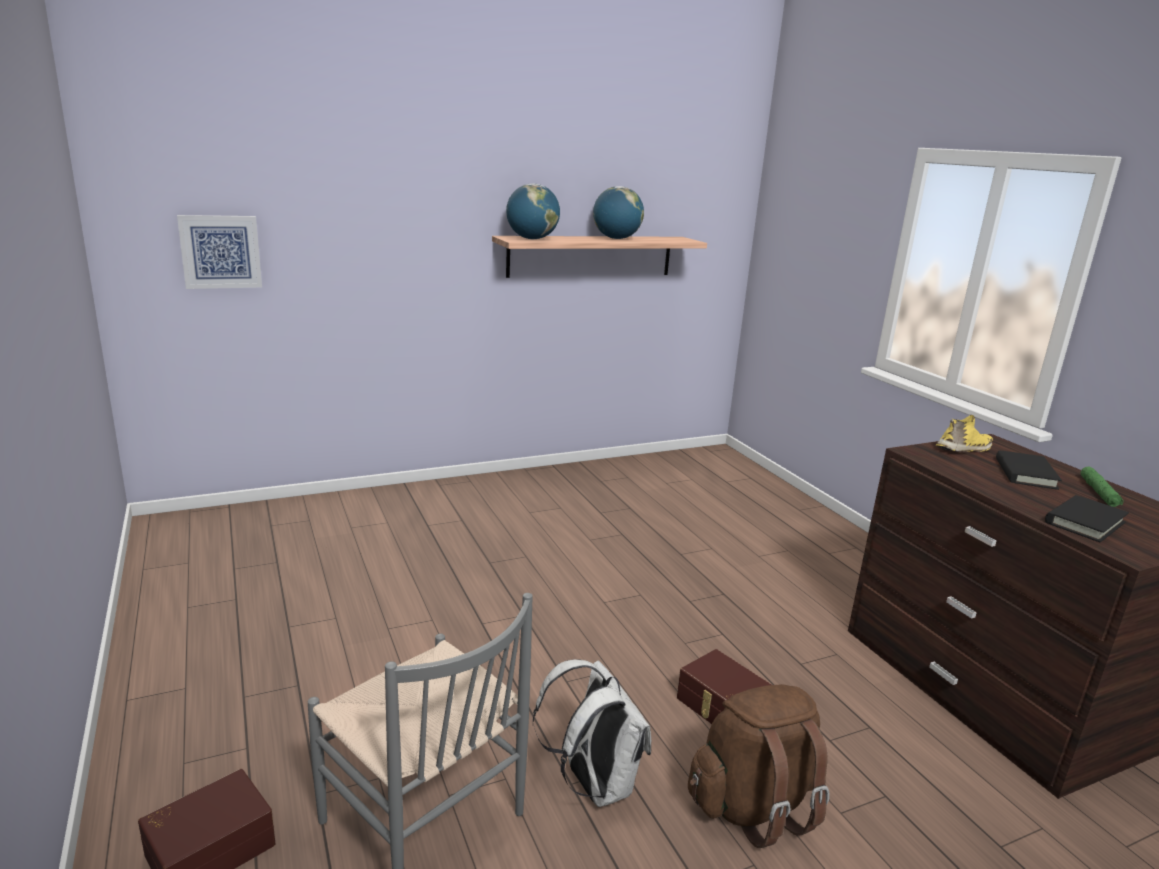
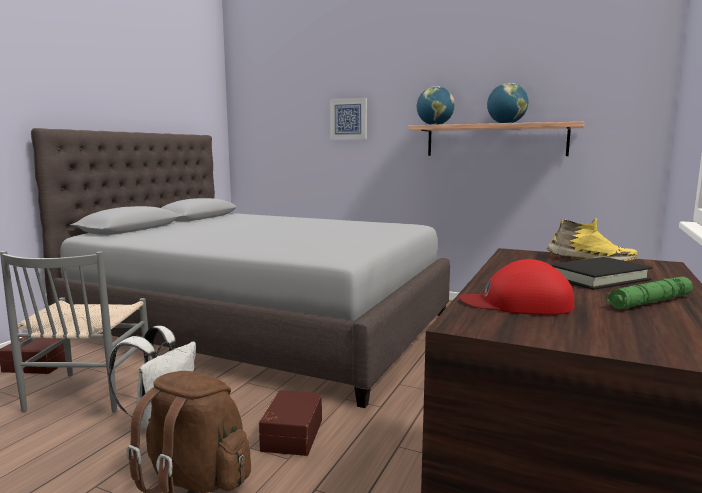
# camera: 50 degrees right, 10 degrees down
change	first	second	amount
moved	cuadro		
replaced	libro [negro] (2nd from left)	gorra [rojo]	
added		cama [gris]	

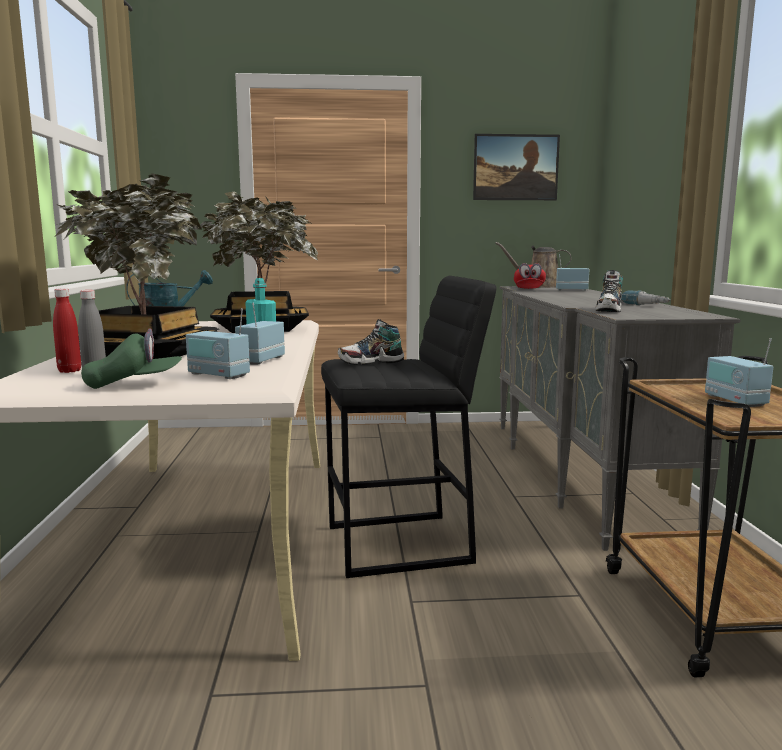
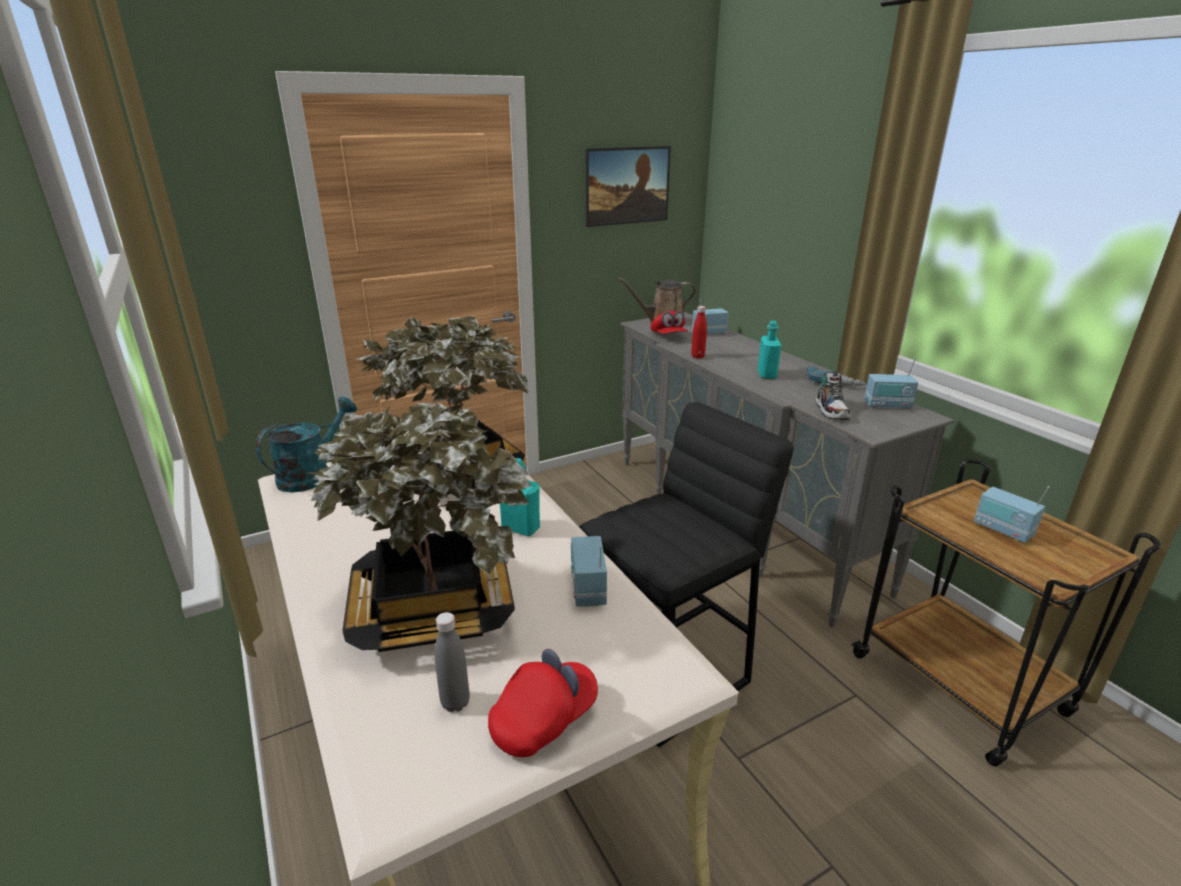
# camera: 25 degrees left, 15 degrees up
change	first	second	amount
moved	botella [rojo]		
recoloured	gorra [verde]	gorra [rojo] (1st from left)	
moved	radio (1st from left in the first image)	radio (3rd from left)	
removed	zapato (1st from left)		
added		botella [turquesa] (2nd from left)	

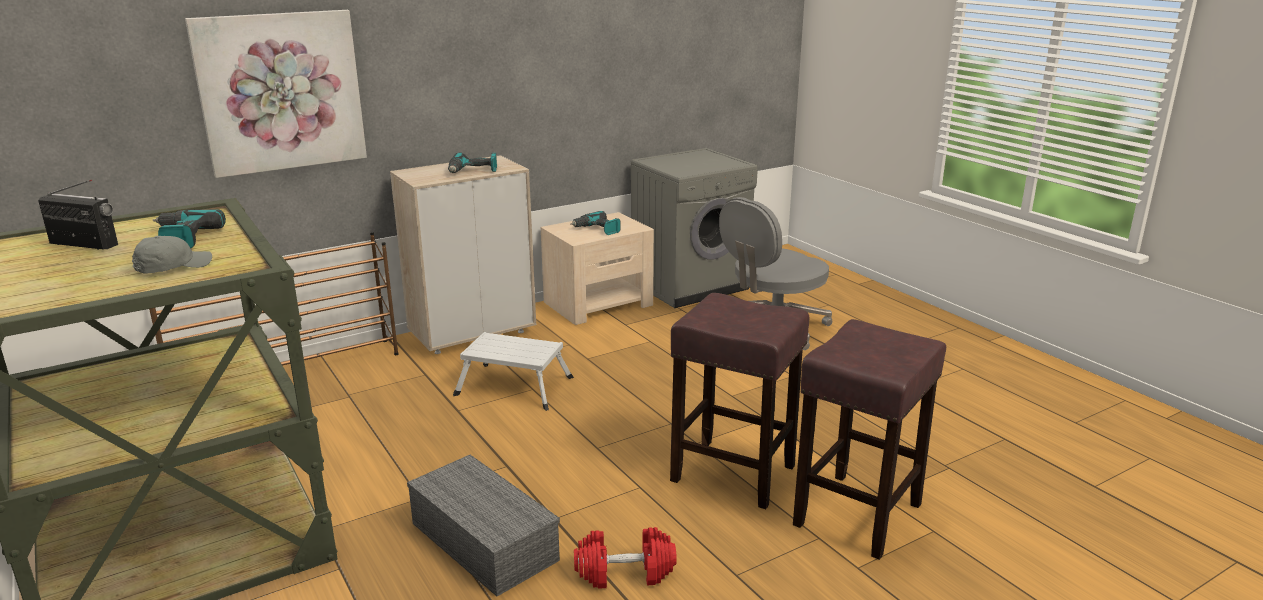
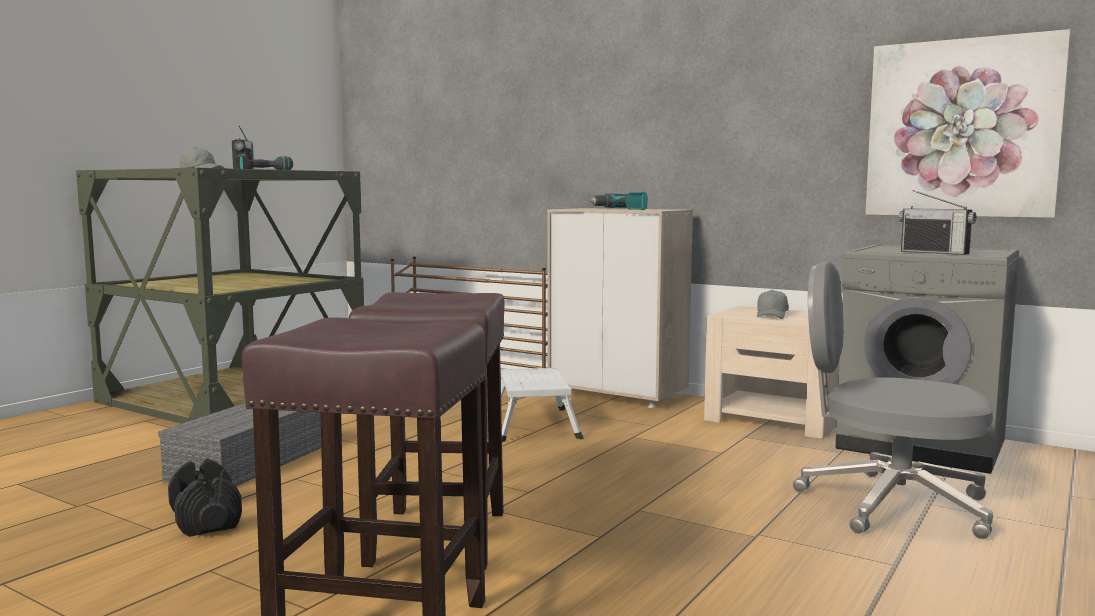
# camera: 65 degrees right, 15 degrees down
change	first	second	amount
moved	cuadro		
replaced	taladro (3rd from left)	gorra [gris] (2nd from left)	
recoloured	mancuerna [rojo]	mancuerna [negro]	
added		radio (2nd from left)	

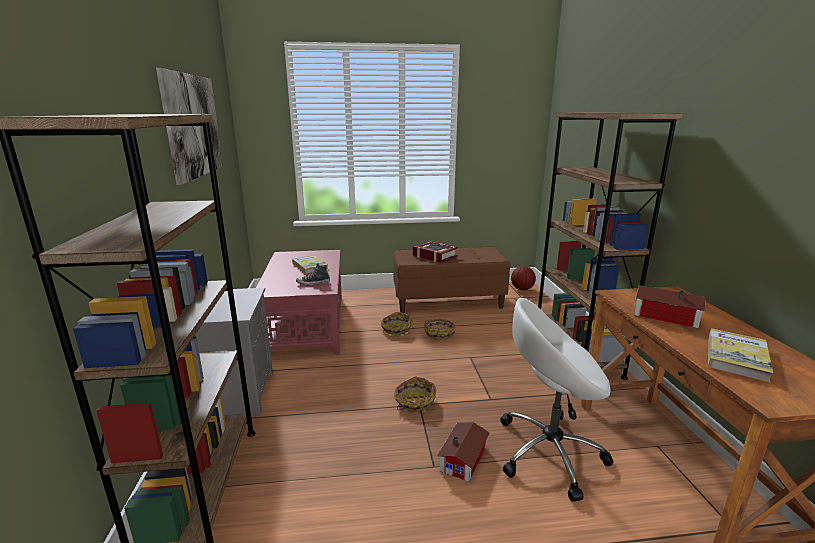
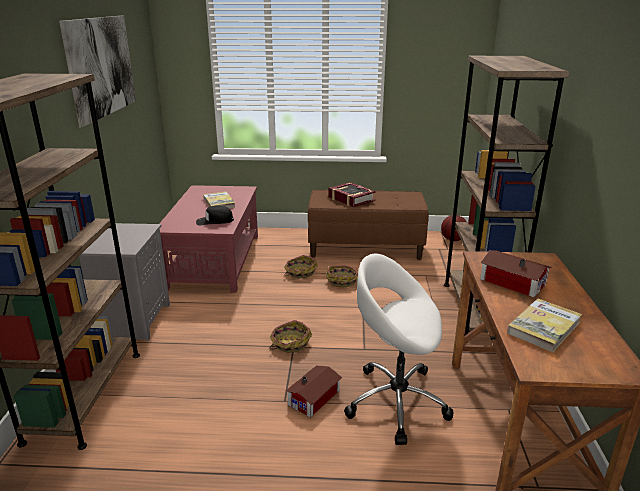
# camera: 10 degrees right, 5 degrees up
change	first	second	amount
replaced	zapato	gorra [negro]	

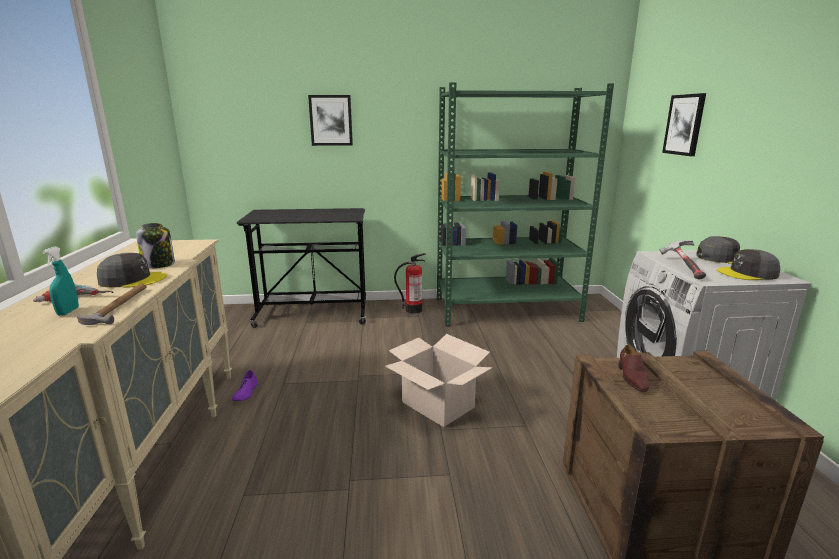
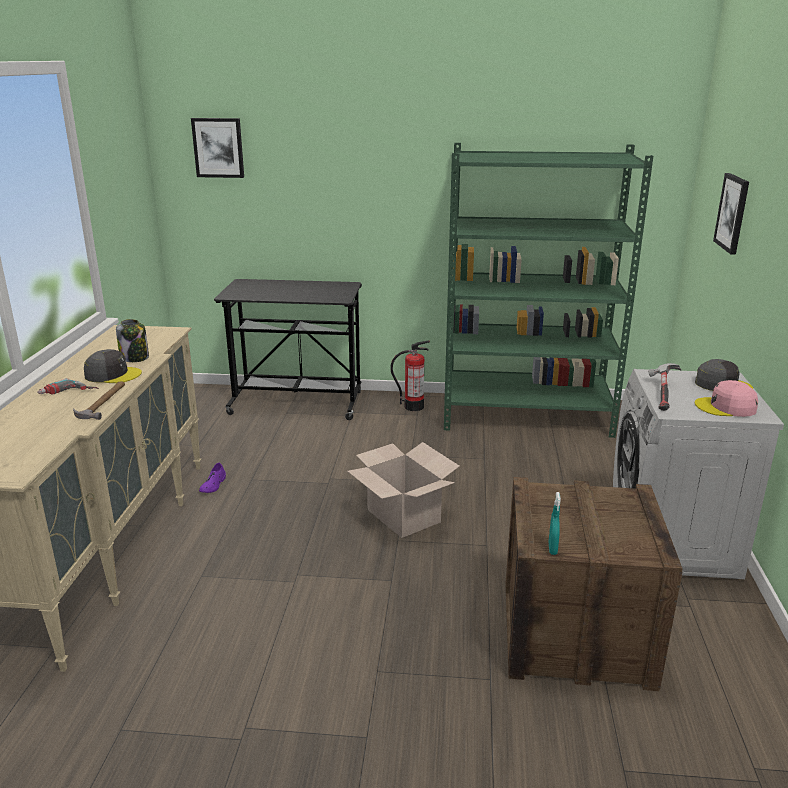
# camera: 10 degrees right, 5 degrees up
change	first	second	amount
moved	pulverizador [turquesa]		
moved	cuadro (1st from left)		
removed	zapato [marrón]		
recoloured	gorra [gris] (3rd from left)	gorra [rosa]	

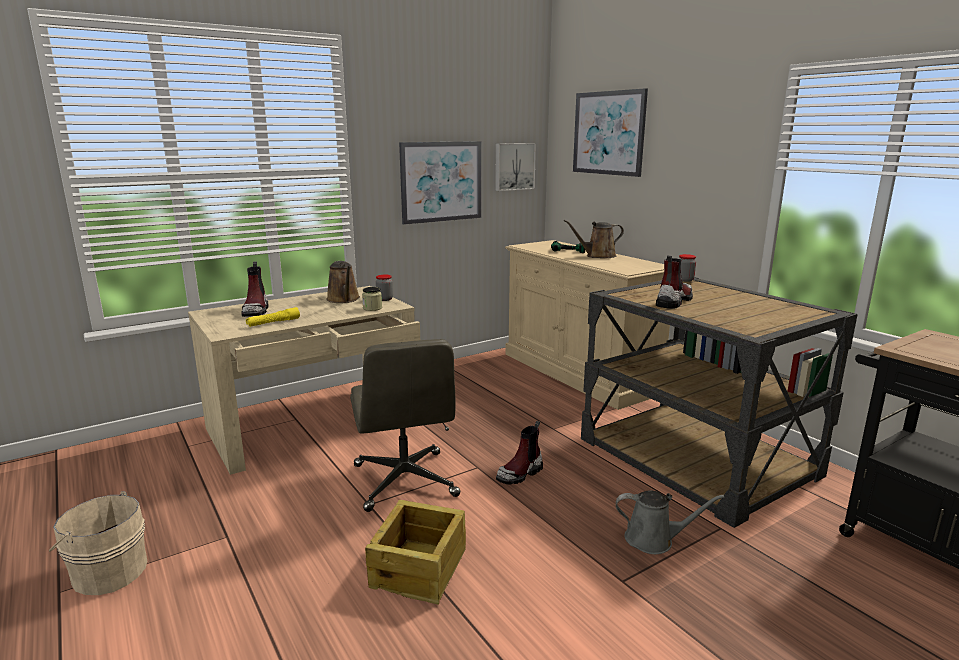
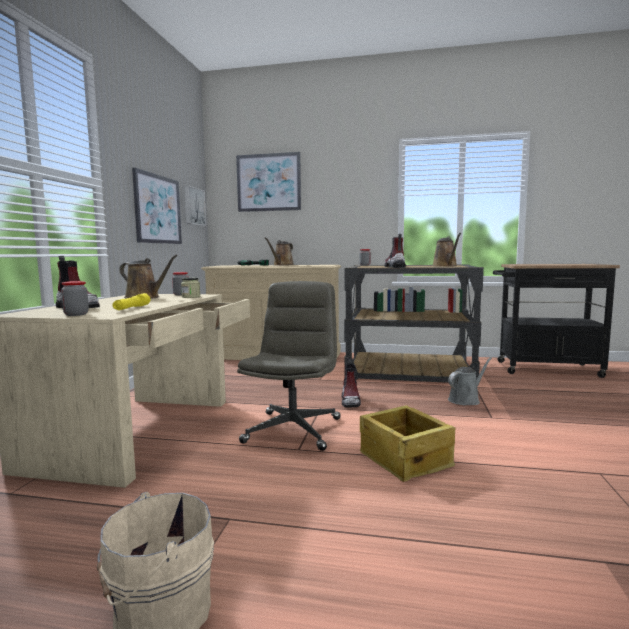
# camera: 45 degrees left, 10 degrees down
change	first	second	amount
turned	silla de oficina [gris]		105 degrees counterclockwise
added		tarro (1st from left)	
added		regadera [marrón] (3rd from left)	

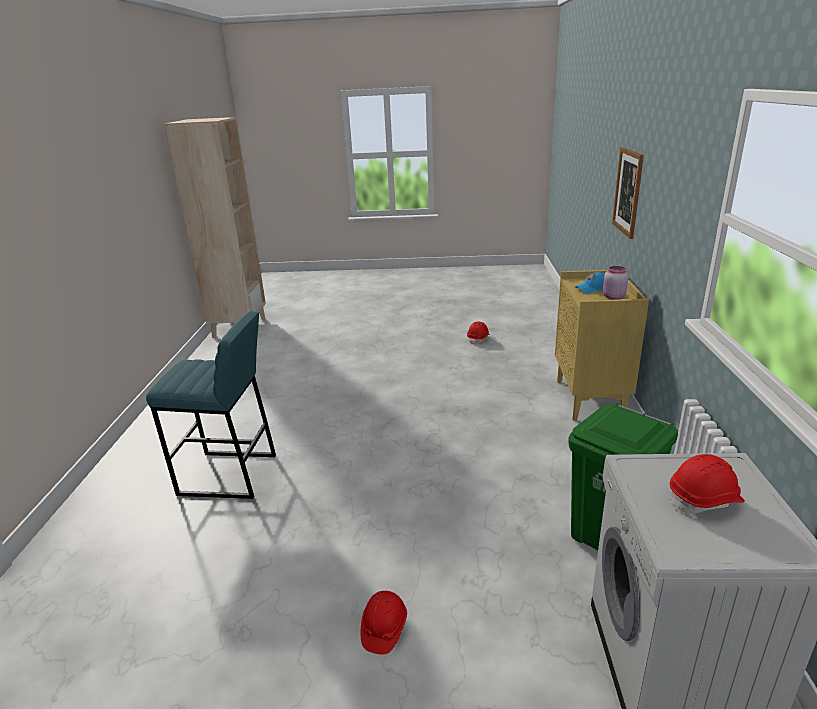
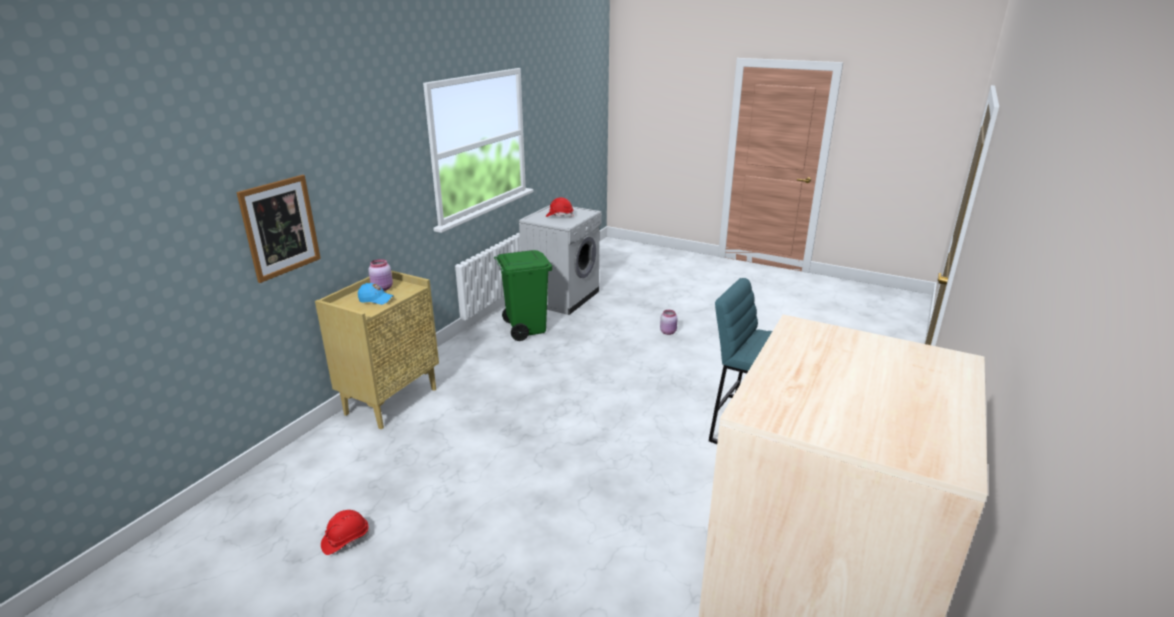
# camera: 155 degrees left, 0 degrees up
change	first	second	amount
replaced	casco [rojo] (1st from left)	tarro [rosa] (2nd from left)	

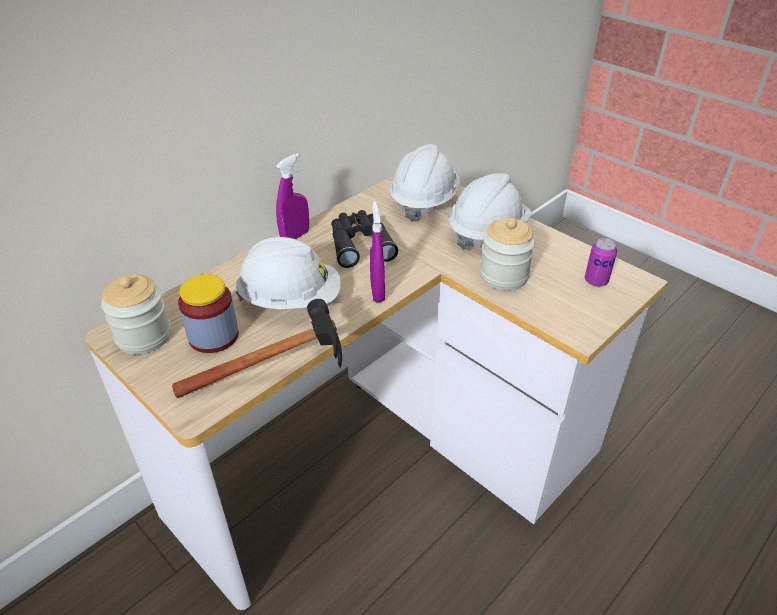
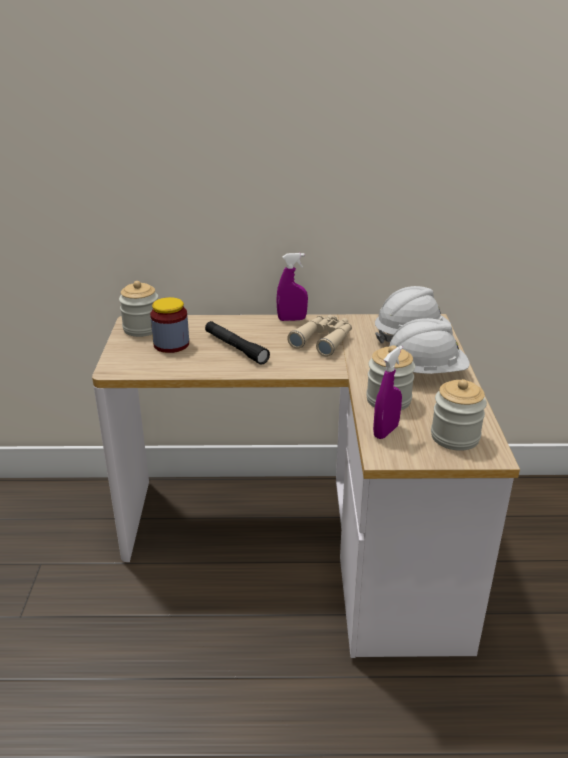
# camera: 45 degrees right, 10 degrees down
change	first	second	amount
removed	martillo		
replaced	casco [blanco] (1st from left)	linterna [negro]	
recoloured	prismáticos [negro]	prismáticos [beis]	
moved	pulverizador [morado] (2nd from left)		
replaced	lata	tarro (4th from left)	

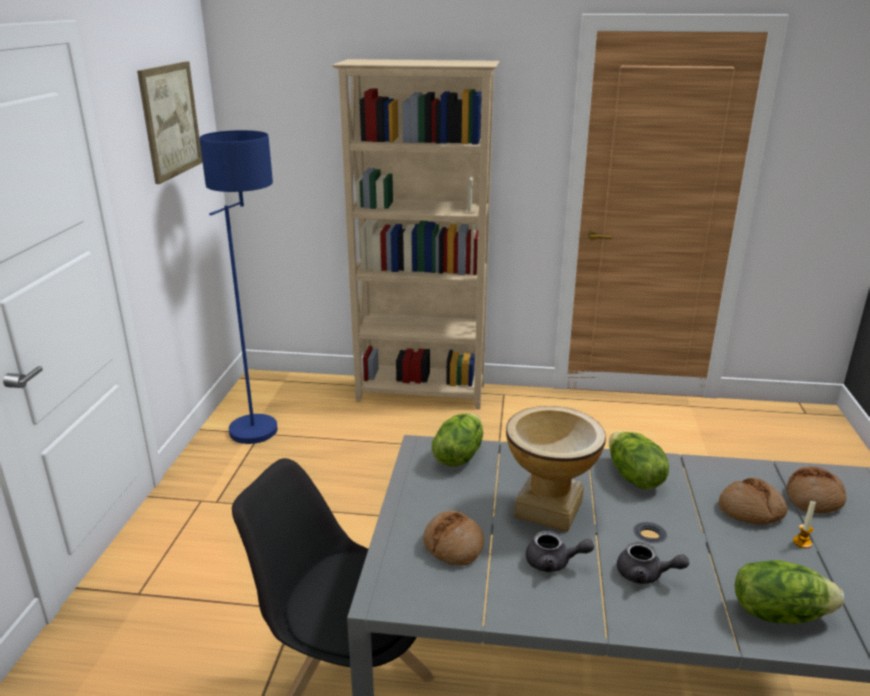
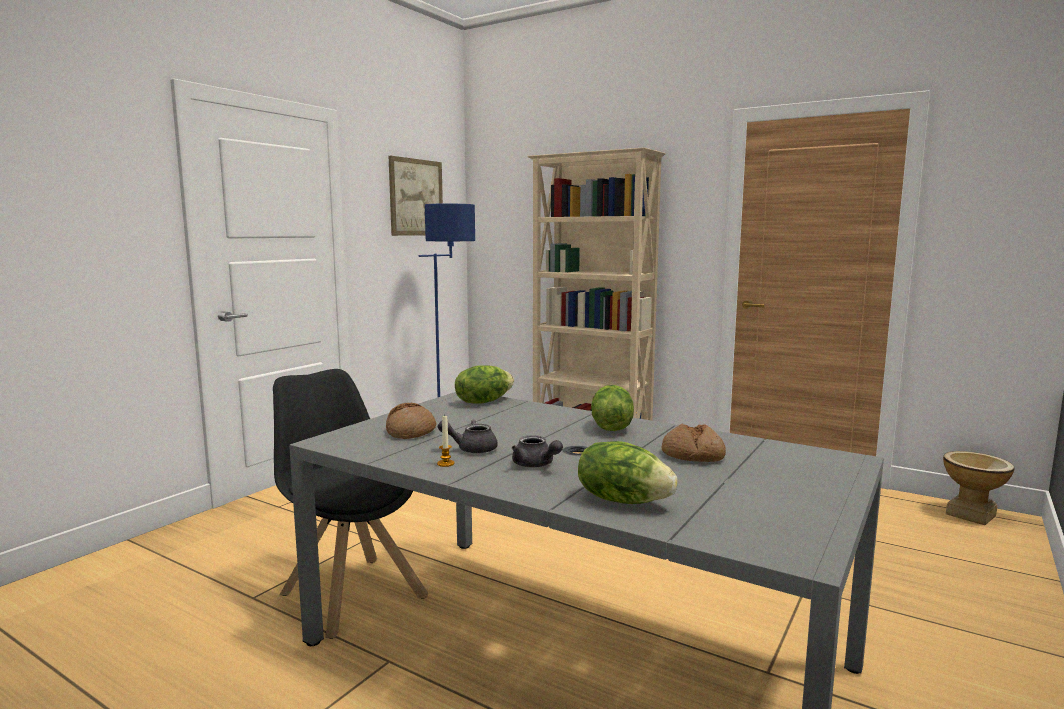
# camera: 25 degrees right, 15 degrees down
change	first	second	amount
moved	florero		
turned	tetera [gris] (1st from left)		135 degrees clockwise
removed	pan (3rd from left)		
moved	vela		

